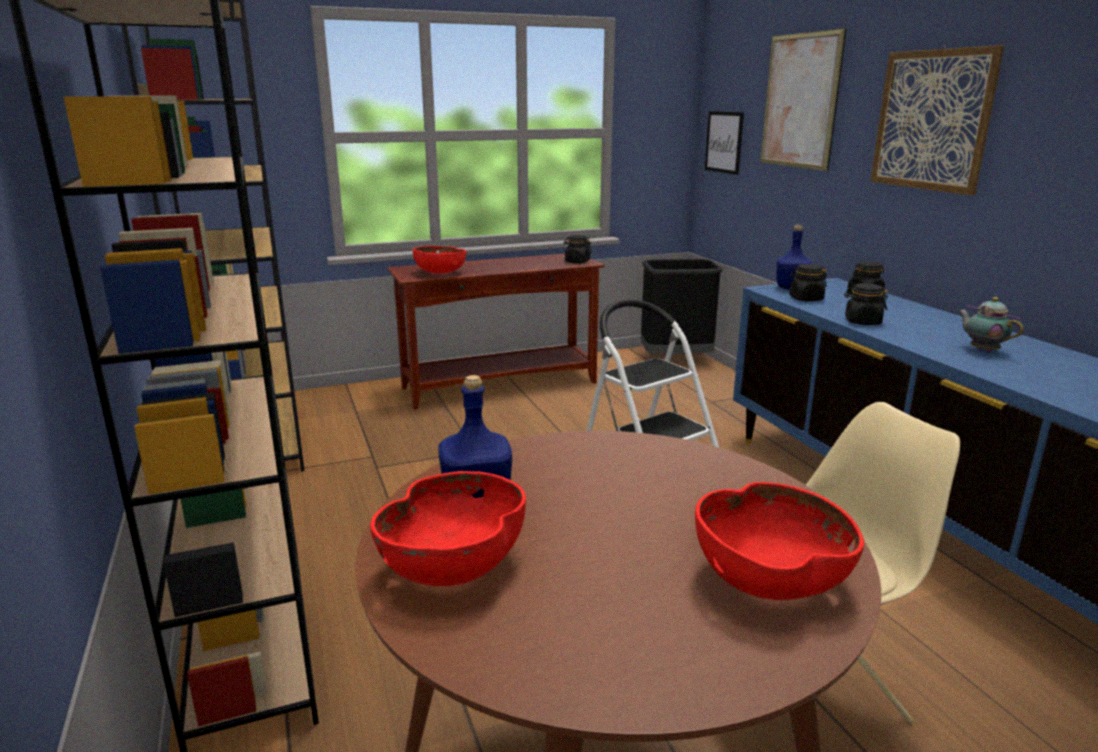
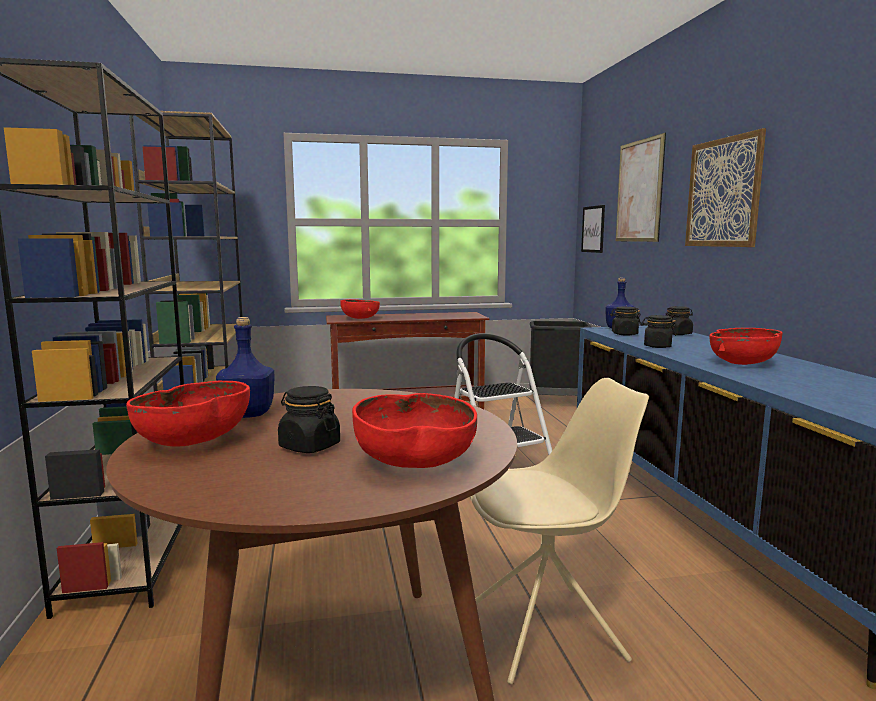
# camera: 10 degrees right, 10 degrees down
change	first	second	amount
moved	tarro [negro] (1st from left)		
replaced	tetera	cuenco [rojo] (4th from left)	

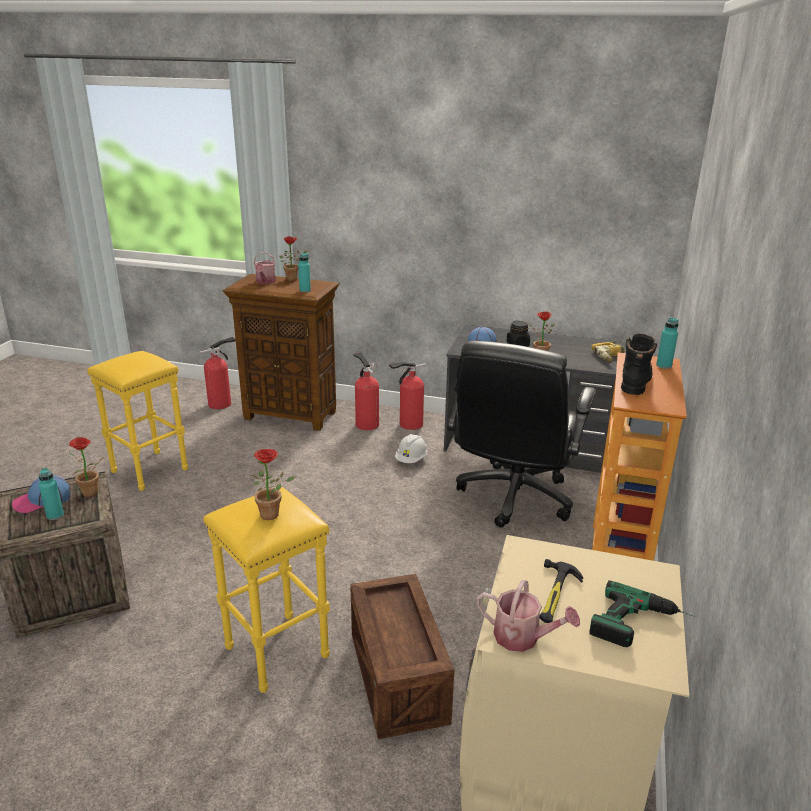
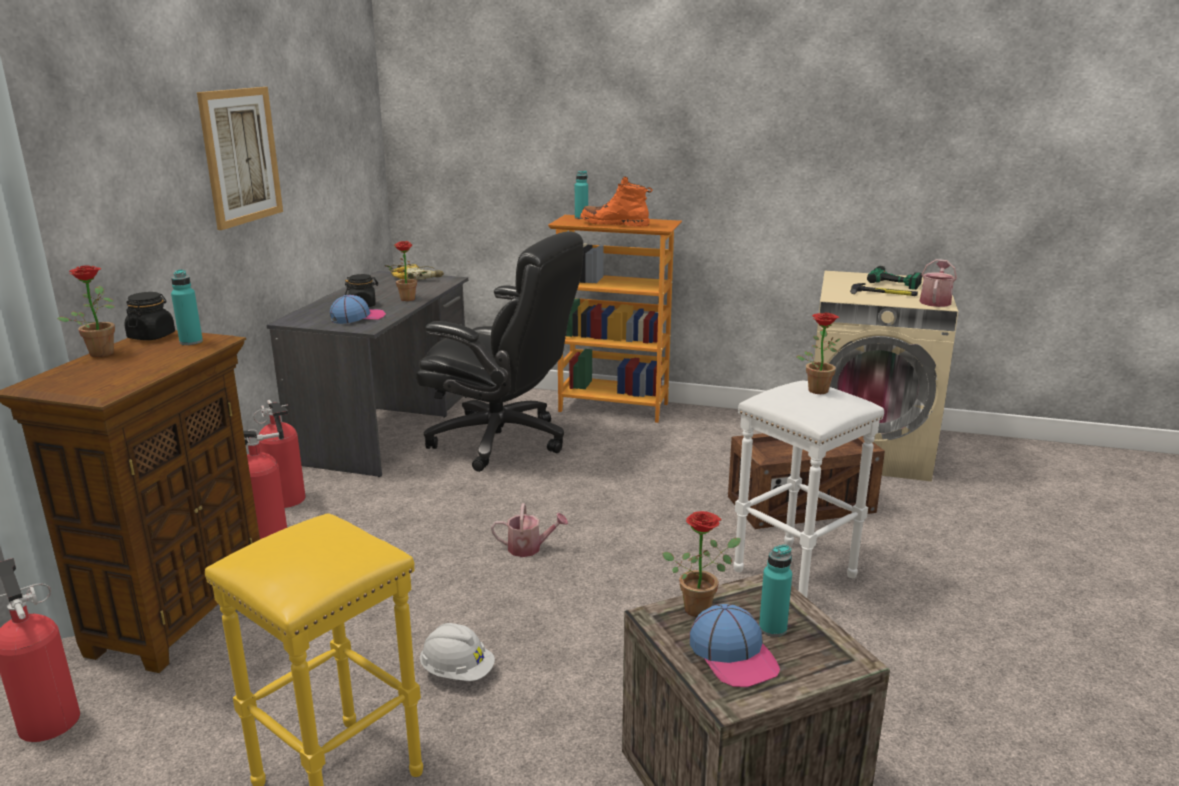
# camera: 90 degrees left, 5 degrees down
change	first	second	amount
recoloured	taburete [amarillo] (2nd from left)	taburete [blanco]	
moved	regadera (1st from left)		
moved	casco [blanco]		
recoloured	bota [negro]	bota [naranja]	
added		tarro [negro] (1st from left)	
added		cuadro	

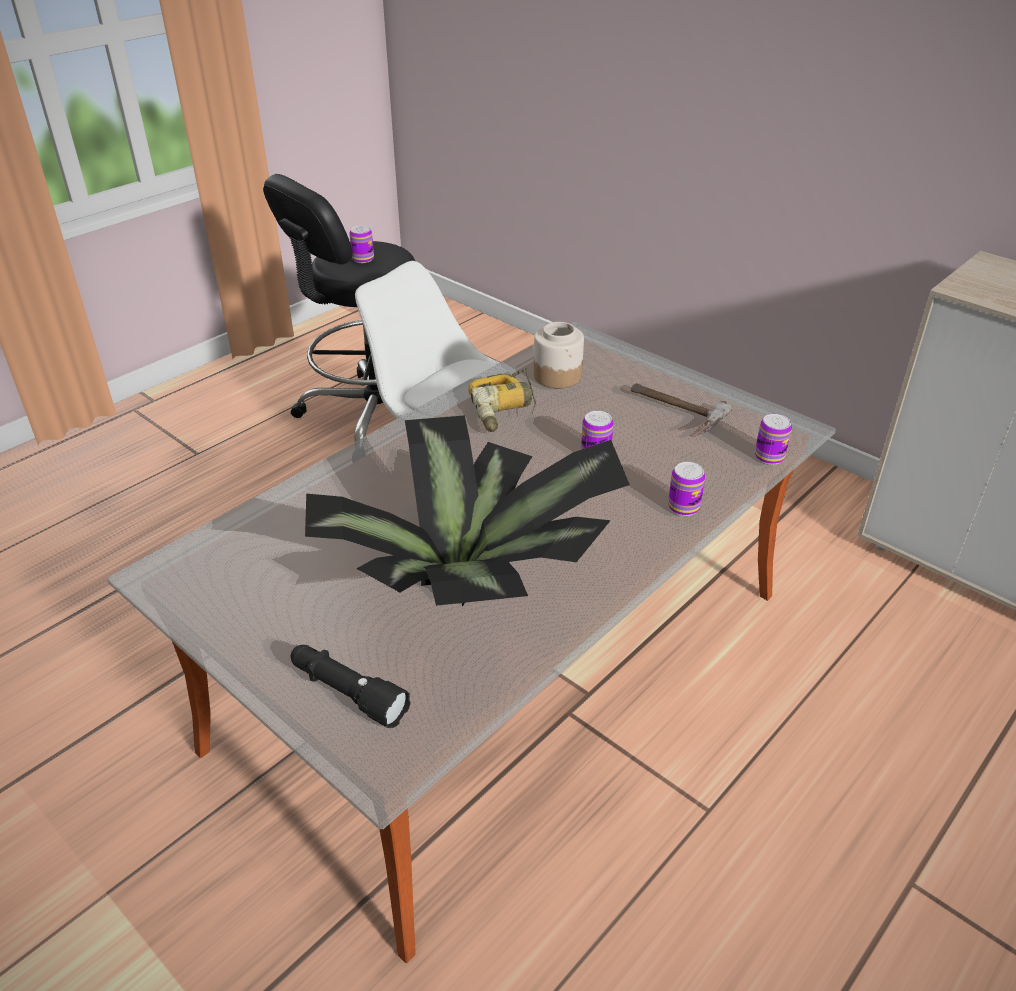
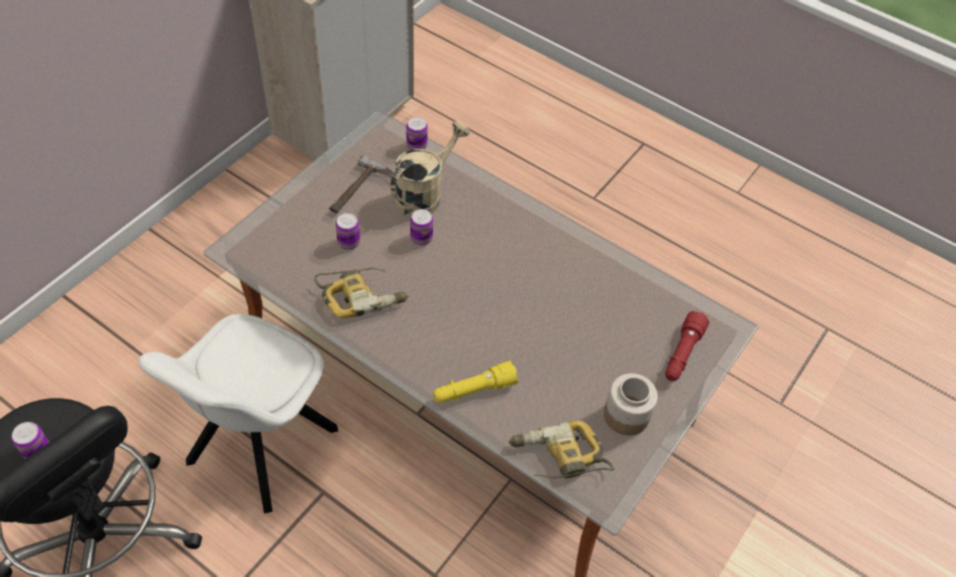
# camera: 100 degrees left, 15 degrees up
change	first	second	amount
recoloured	linterna [negro]	linterna [rojo]	
removed	planta en maceta		
moved	tarro		
moved	lata (3rd from left in the first image)	lata (2nd from left)	
added		regadera [beis]	
added		linterna [amarillo]	
added		taladro (2nd from left)	

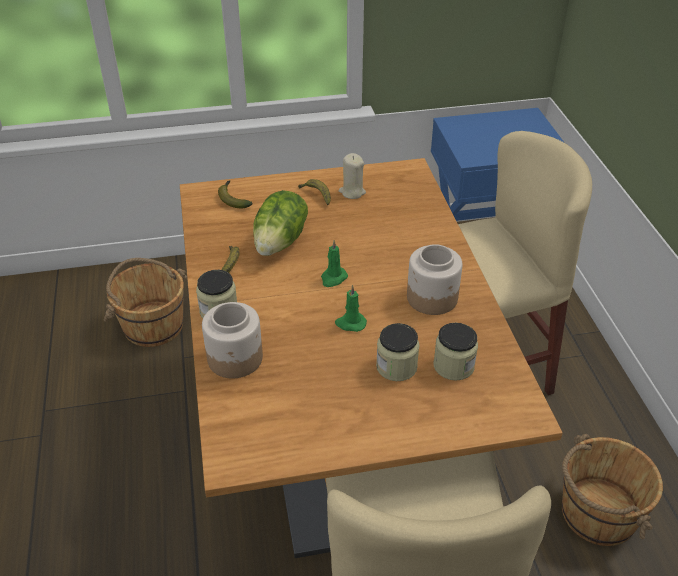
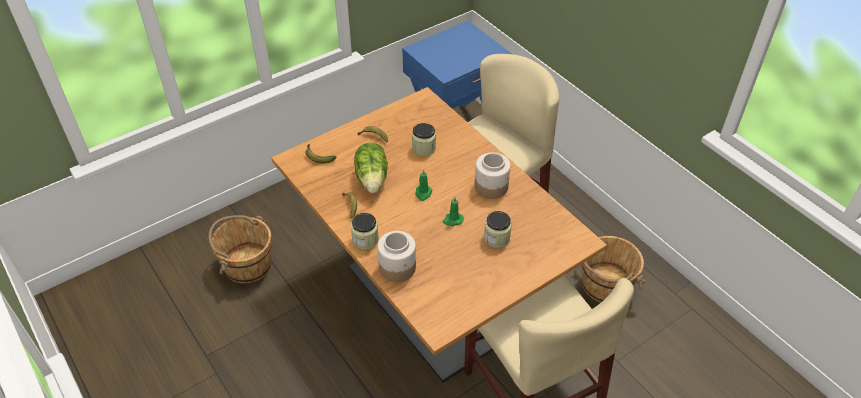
# camera: 25 degrees left, 5 degrees up
change	first	second	amount
removed	vela [beis]		
moved	tarro (5th from left in the first image)	tarro (3rd from left)	

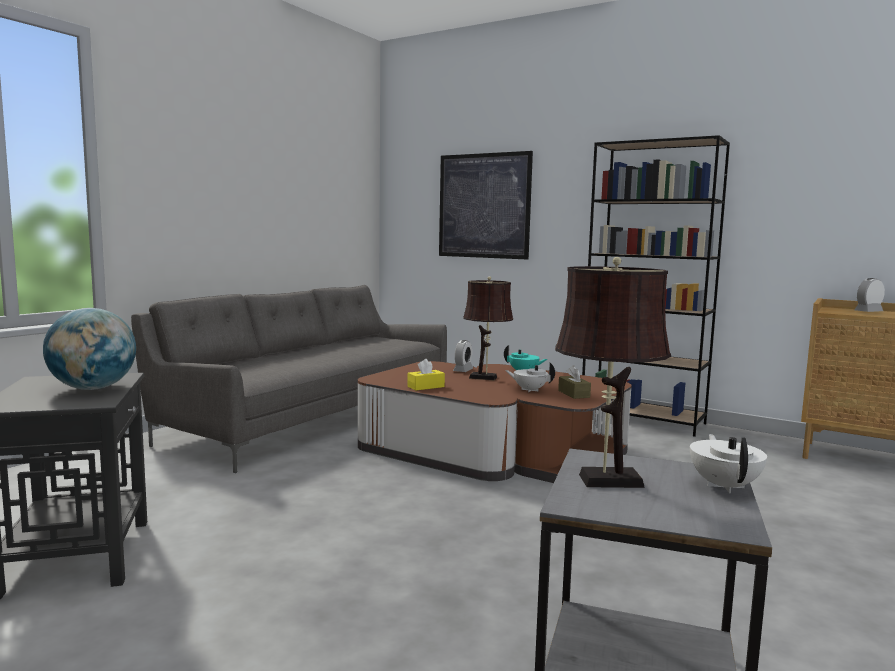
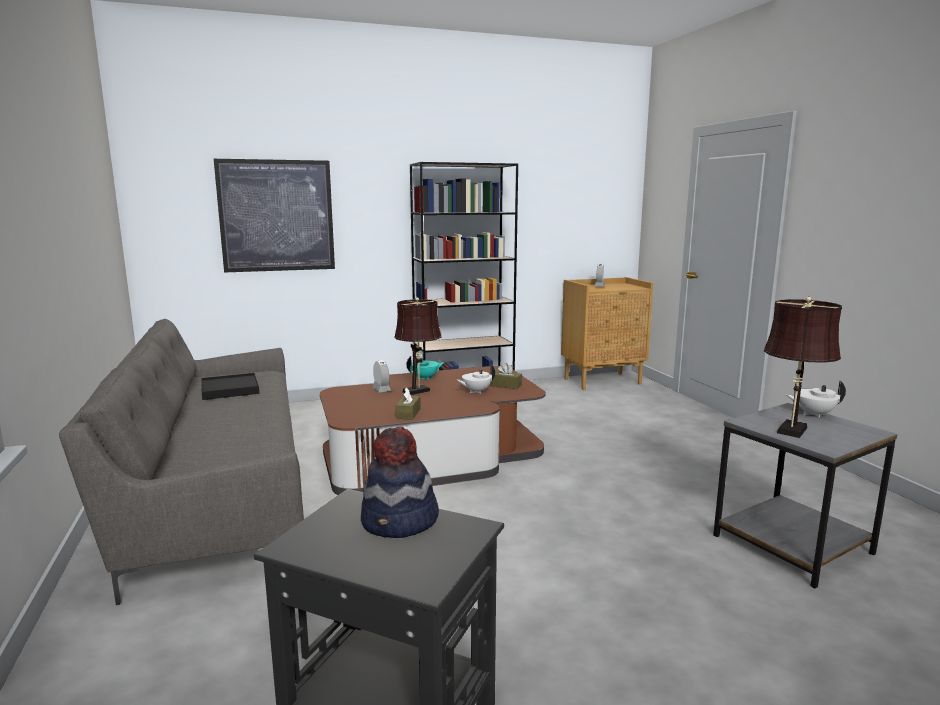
# camera: 50 degrees left, 5 degrees up
change	first	second	amount
replaced	globo terráqueo	sombrero	
recoloured	caja de pañuelos [amarillo]	caja de pañuelos [marrón] (1st from left)	
turned	tetera [blanco] (2nd from left)		45 degrees counterclockwise
added		bandeja [negro]	

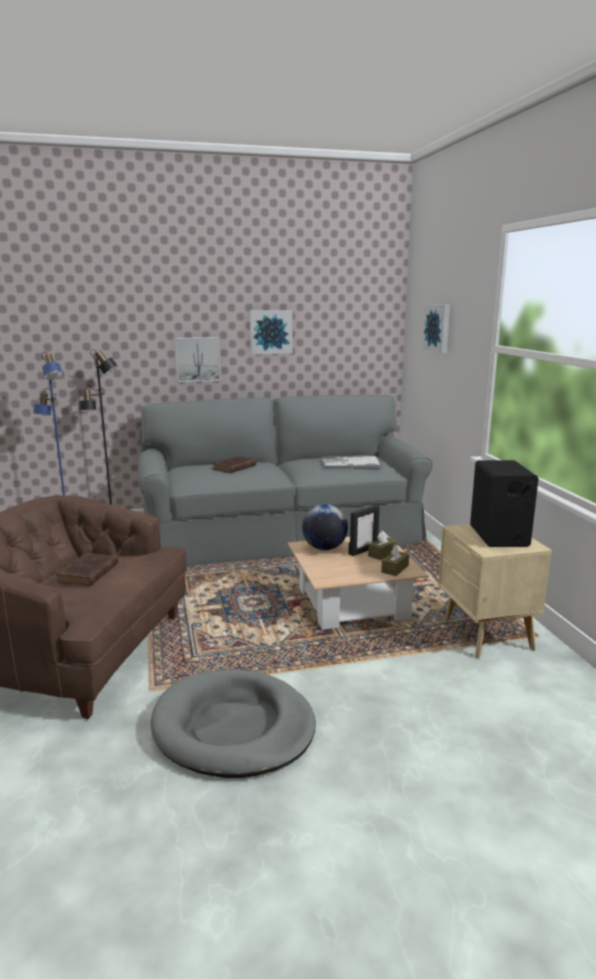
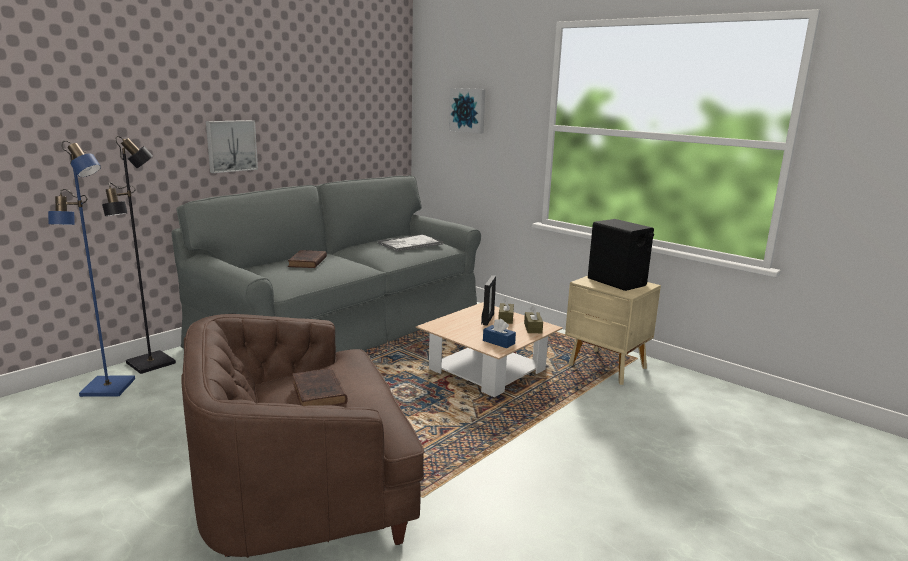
# camera: 35 degrees left, 0 degrees up
change	first	second	amount
removed	cama para perro [gris]		
removed	cuadro (2nd from left)		
removed	globo terráqueo		
added		caja de pañuelos [azul]	

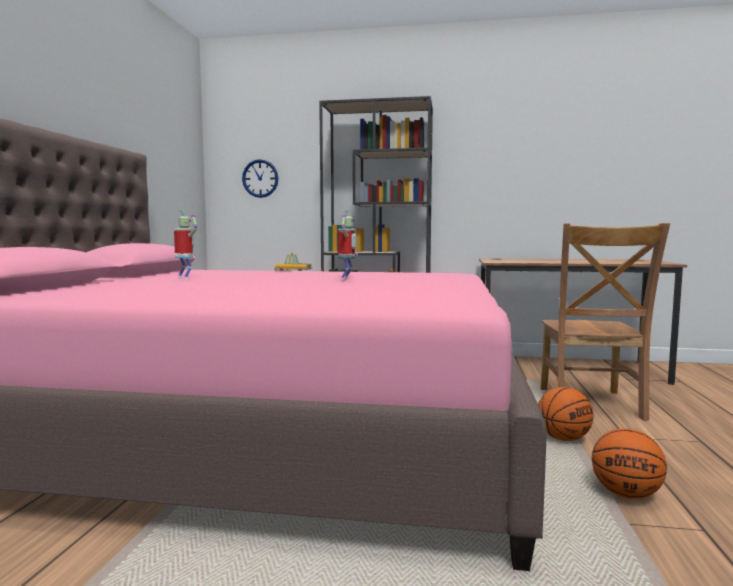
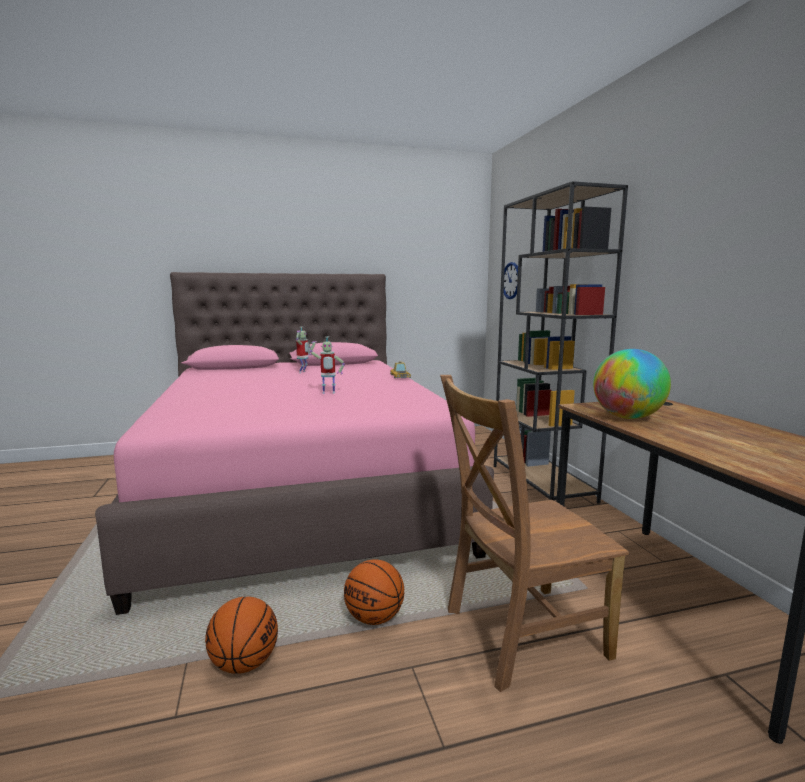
# camera: 65 degrees right, 5 degrees up
change	first	second	amount
added		globo terráqueo	

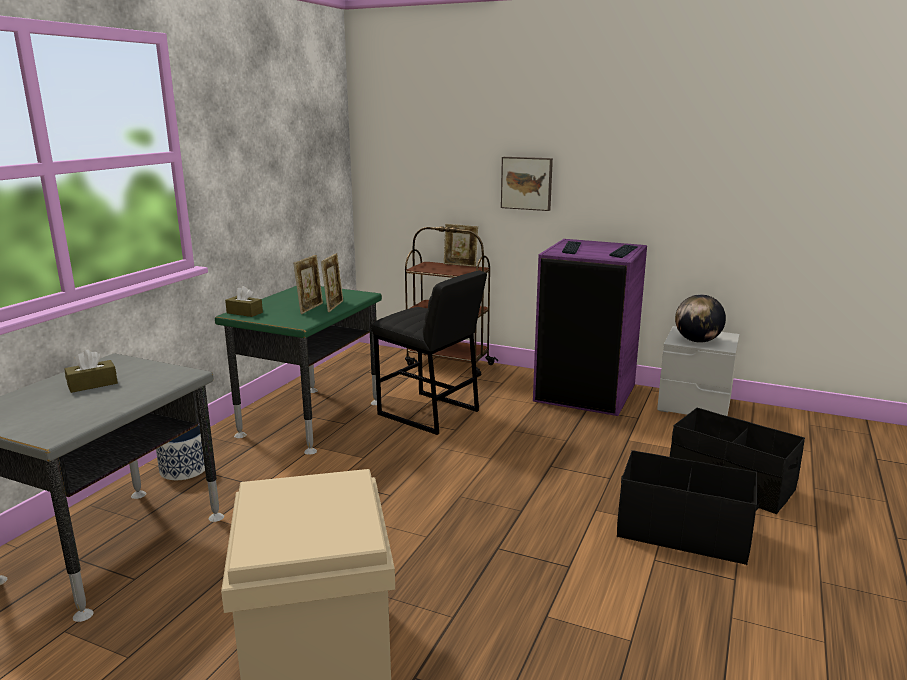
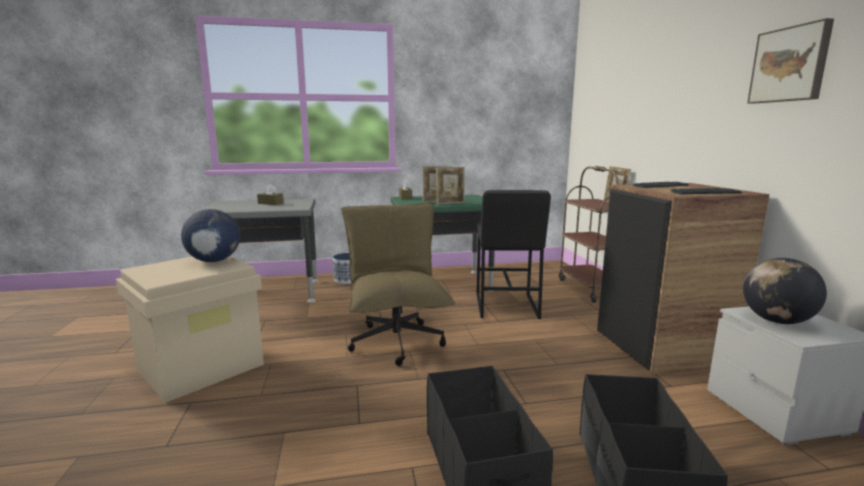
# camera: 55 degrees right, 5 degrees down
change	first	second	amount
moved	cuadro		
recoloured	armario [morado]	armario [marrón]	
added		globo terráqueo (1st from left)	
added		silla de oficina [beis]	

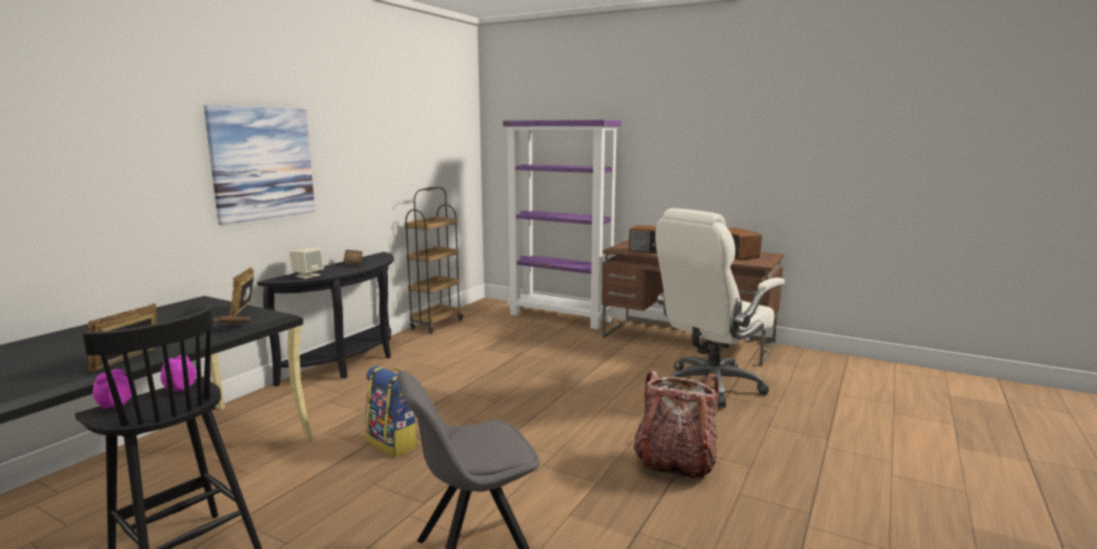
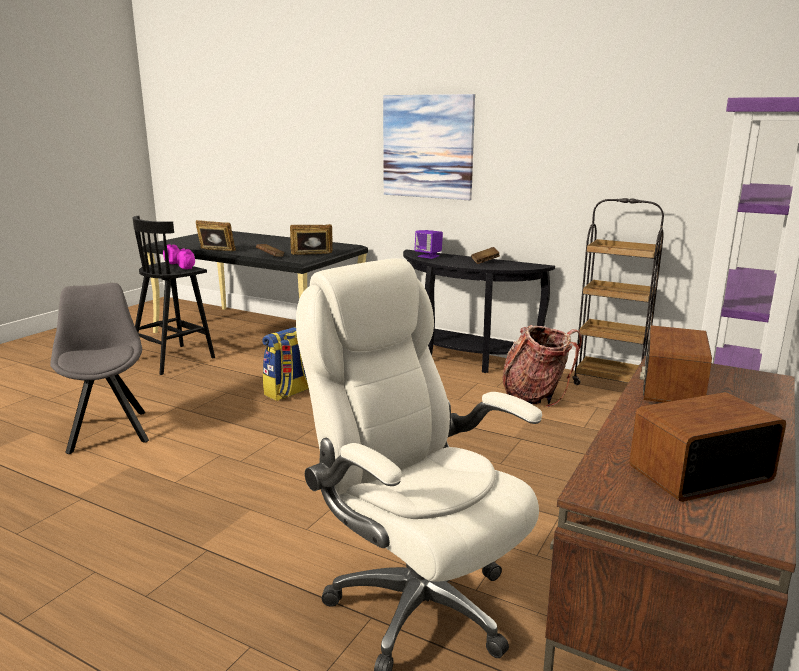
# camera: 90 degrees right, 5 degrees up
change	first	second	amount
recoloured	altavoz [beis]	altavoz [morado]	
moved	mochila (2nd from left)		

